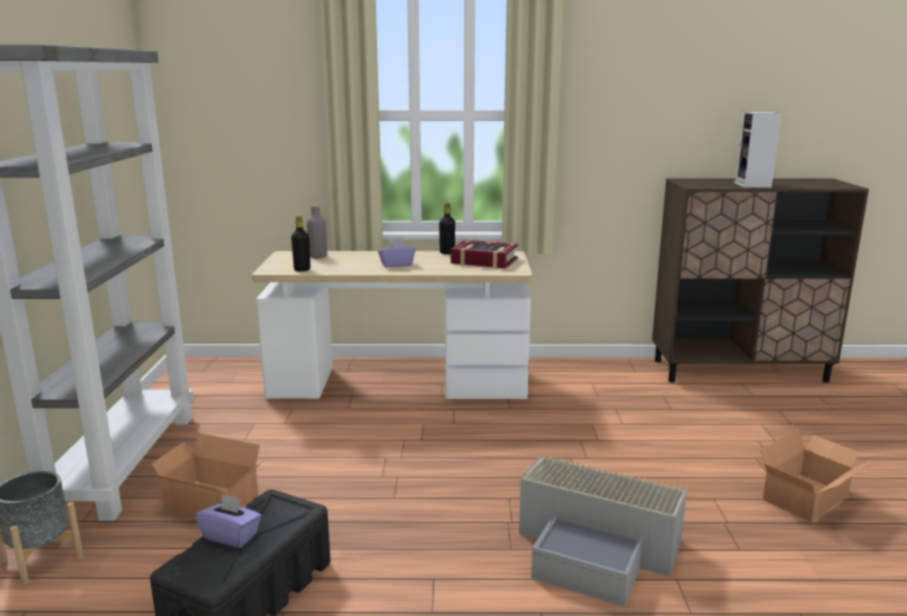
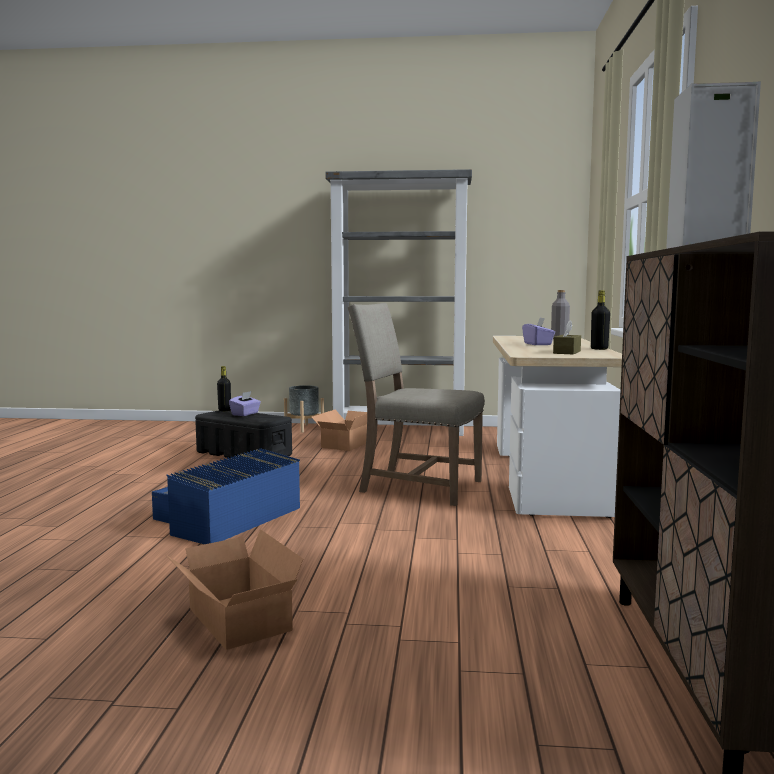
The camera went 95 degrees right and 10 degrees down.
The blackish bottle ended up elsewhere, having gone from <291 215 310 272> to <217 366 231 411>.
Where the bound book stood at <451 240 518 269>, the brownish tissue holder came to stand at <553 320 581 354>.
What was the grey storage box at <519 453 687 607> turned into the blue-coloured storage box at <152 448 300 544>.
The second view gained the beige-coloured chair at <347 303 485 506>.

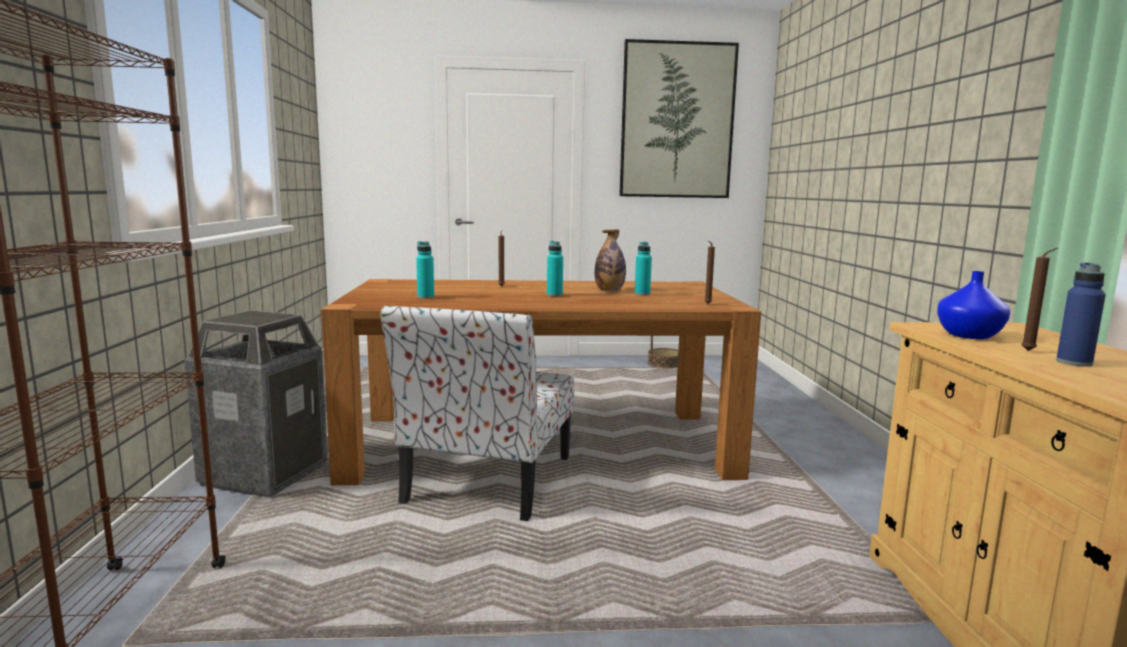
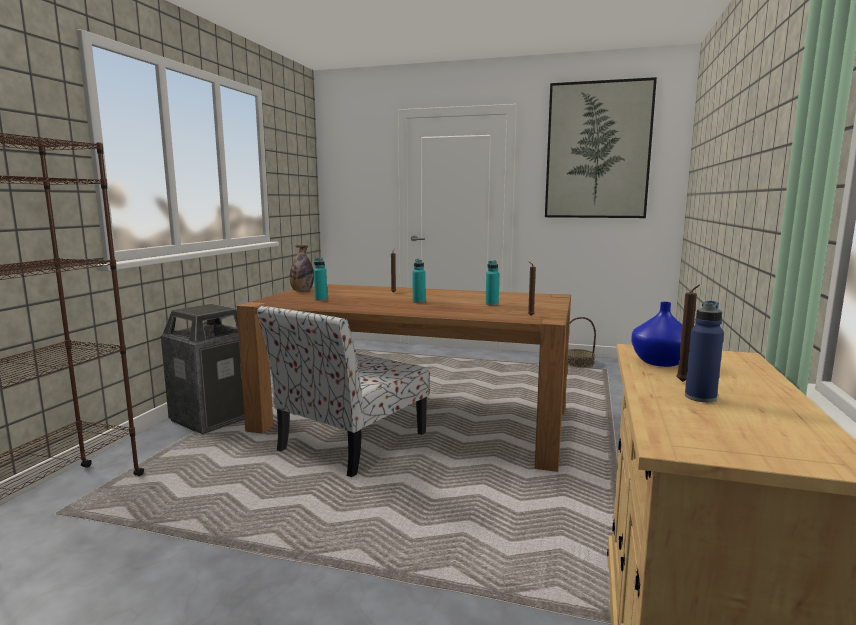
The camera went 20 degrees right and 0 degrees up.
The bottle ended up elsewhere, having gone from <595 229 626 291> to <290 245 314 291>.

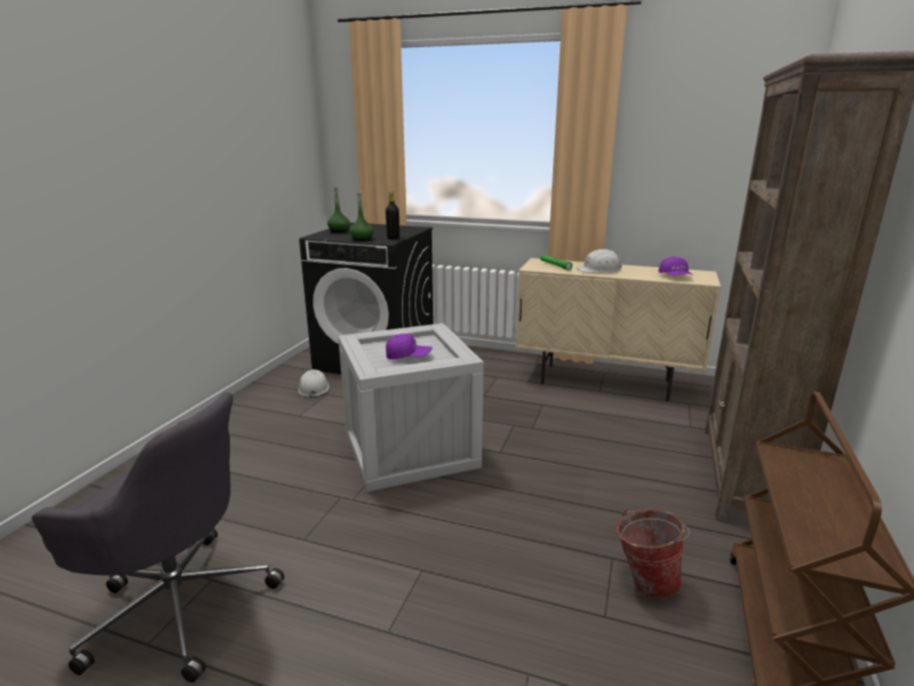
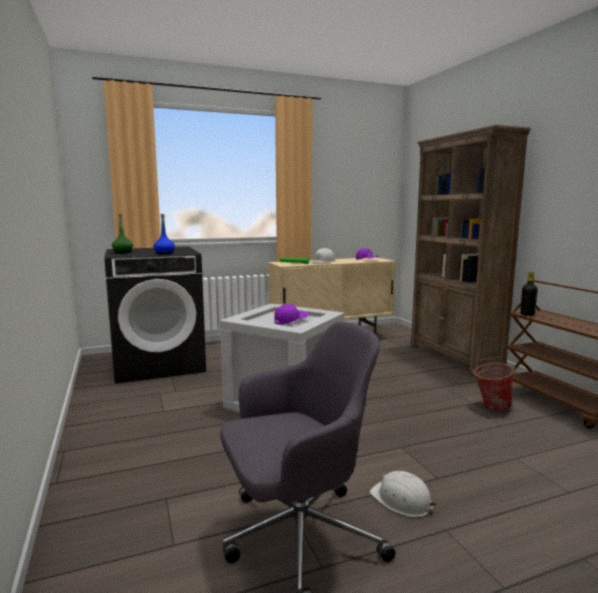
The camera went 40 degrees left and 10 degrees down.
The white-coloured hard hat ended up elsewhere, having gone from <298 369 329 398> to <370 471 437 517>.
What was the greenish bottle at <350 192 374 241> turned into the blue-coloured bottle at <154 214 175 254>.
The blackish bottle ended up elsewhere, having gone from <385 191 400 239> to <520 272 538 316>.

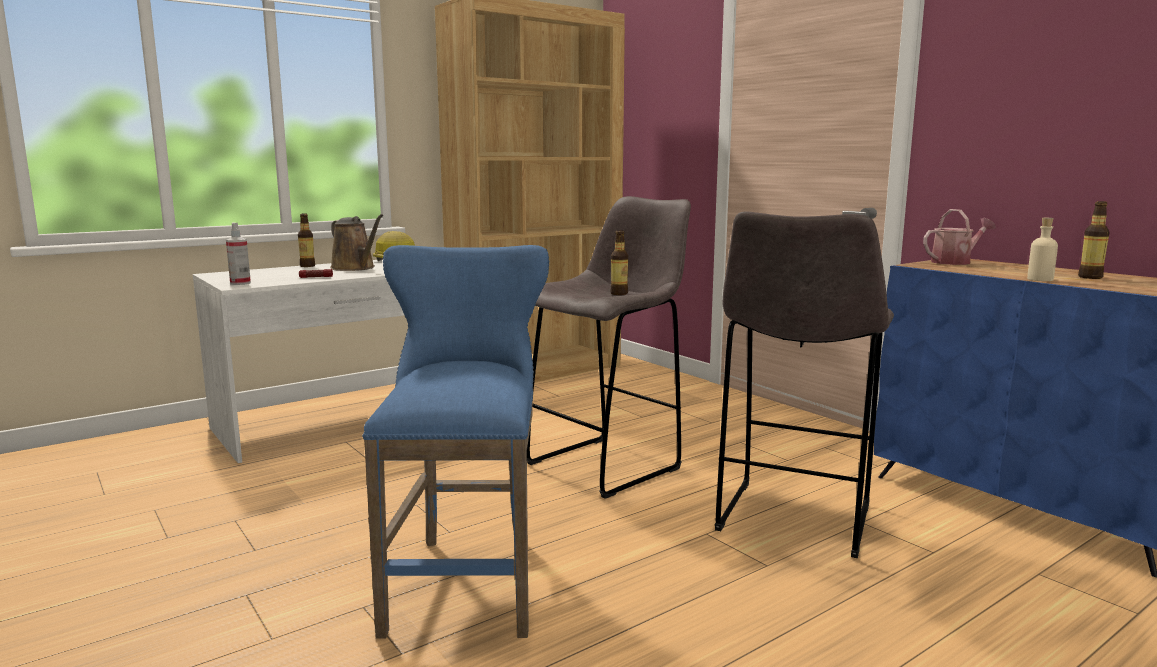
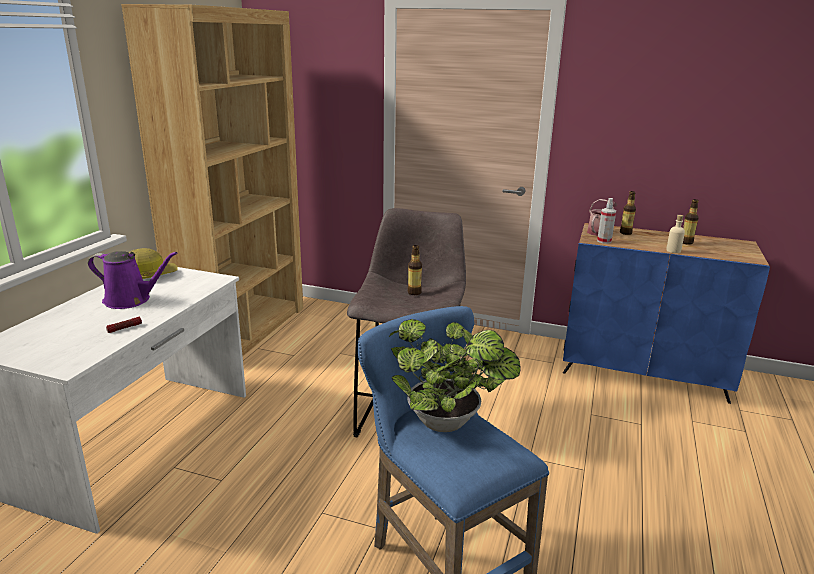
The camera went 35 degrees left and 10 degrees up.
The spray bottle ended up elsewhere, having gone from <226 222 251 285> to <597 198 616 244>.
The bottle ended up elsewhere, having gone from <298 214 315 267> to <620 191 636 235>.
What was the brownish watering pot at <330 214 383 271> turned into the purple watering pot at <88 251 177 309>.
The second view lost the grey stool at <715 211 894 558>.
The second view gained the plant in a pot at <389 319 521 432>.

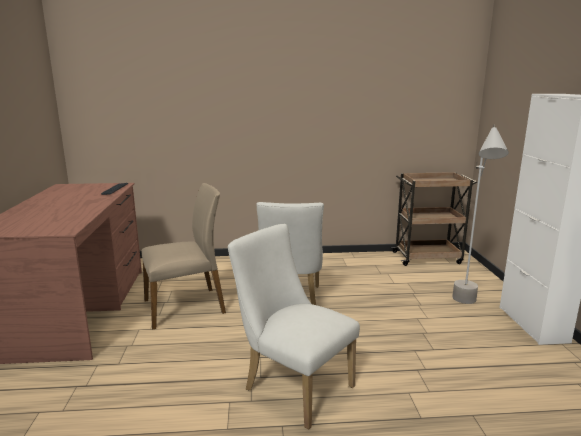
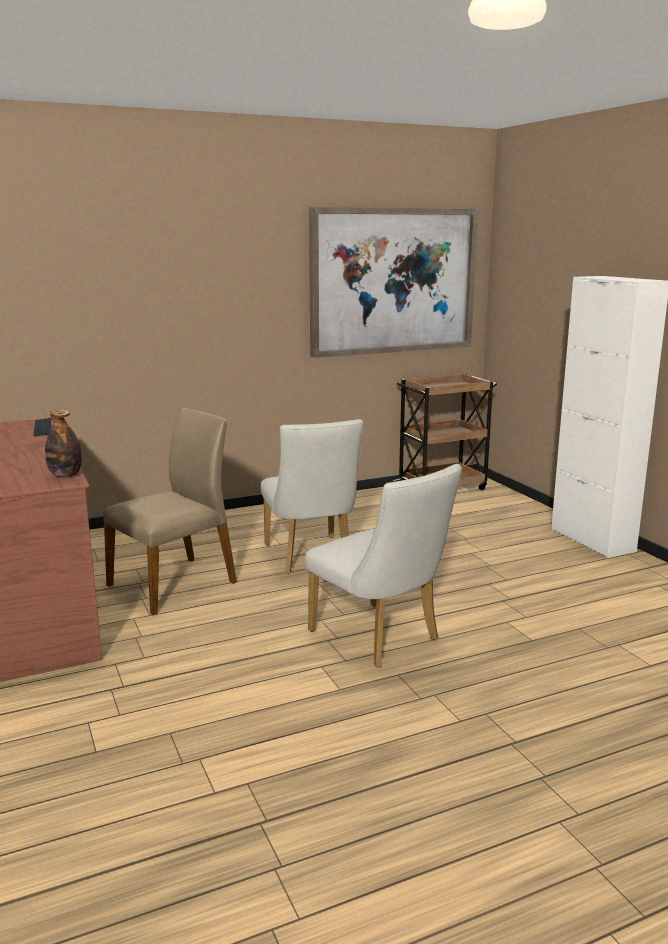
The camera went 20 degrees left and 0 degrees up.
The white-coloured chair at <228 224 360 430> ended up facing another way, 150 degrees counterclockwise from before.
The second view lost the grey floor lamp at <452 125 509 304>.
The second view gained the bottle at <45 409 82 478>.
The second view gained the wall picture at <309 207 478 358>.

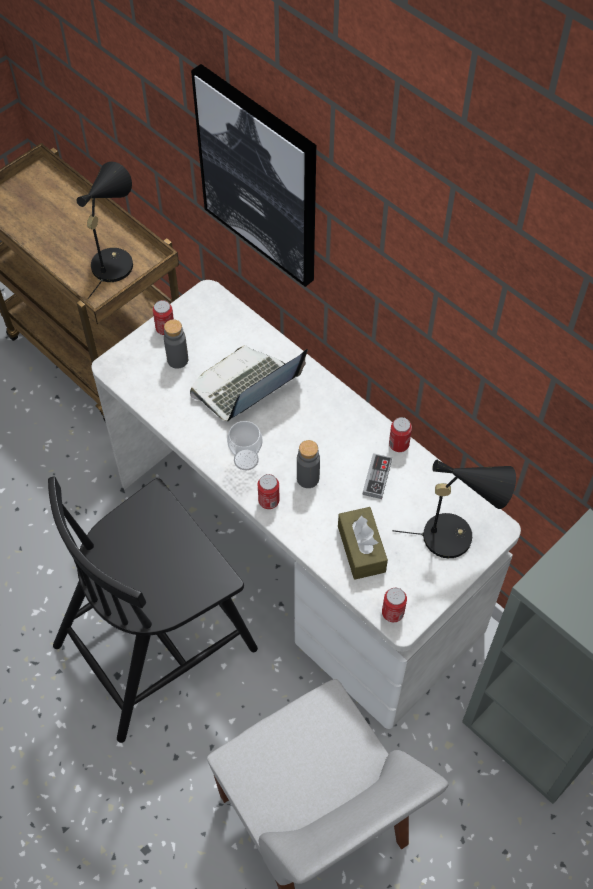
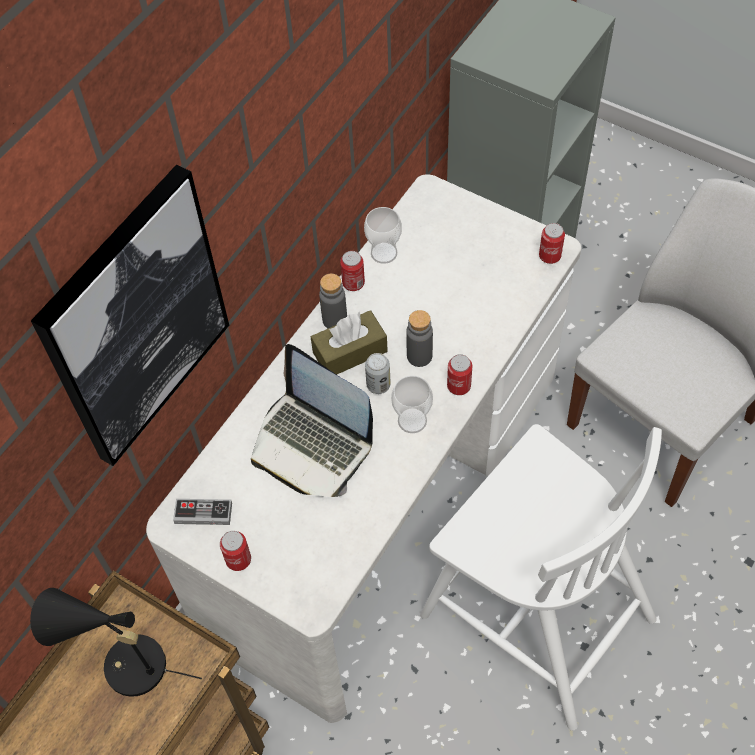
The camera went 100 degrees left and 0 degrees up.
What was the blackish chair at <48 476 258 743> turned into the white-coloured chair at <420 424 662 731>.
The grey bottle ended up elsewhere, having gone from <164 319 188 369> to <319 274 347 328>.
The brownish tissue holder ended up elsewhere, having gone from <338 507 388 580> to <311 310 388 375>.
The joypad ended up elsewhere, having gone from <362 453 392 499> to <173 499 232 525>.
The second view lost the blackish lamp for a table at <392 460 516 558>.
The second view gained the small cup at <364 207 402 264>.
The second view gained the metal can at <365 353 390 394>.

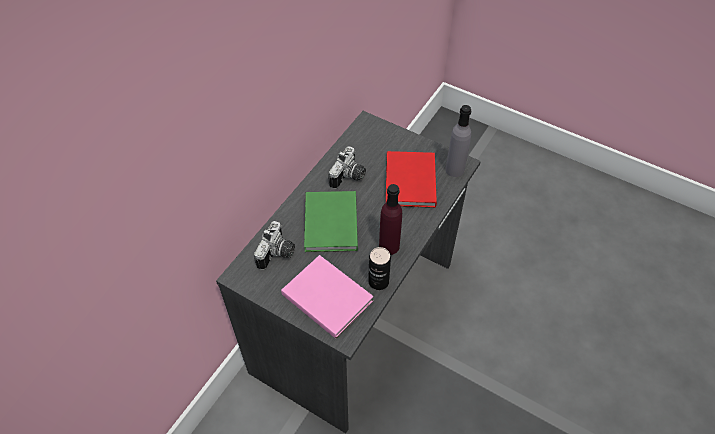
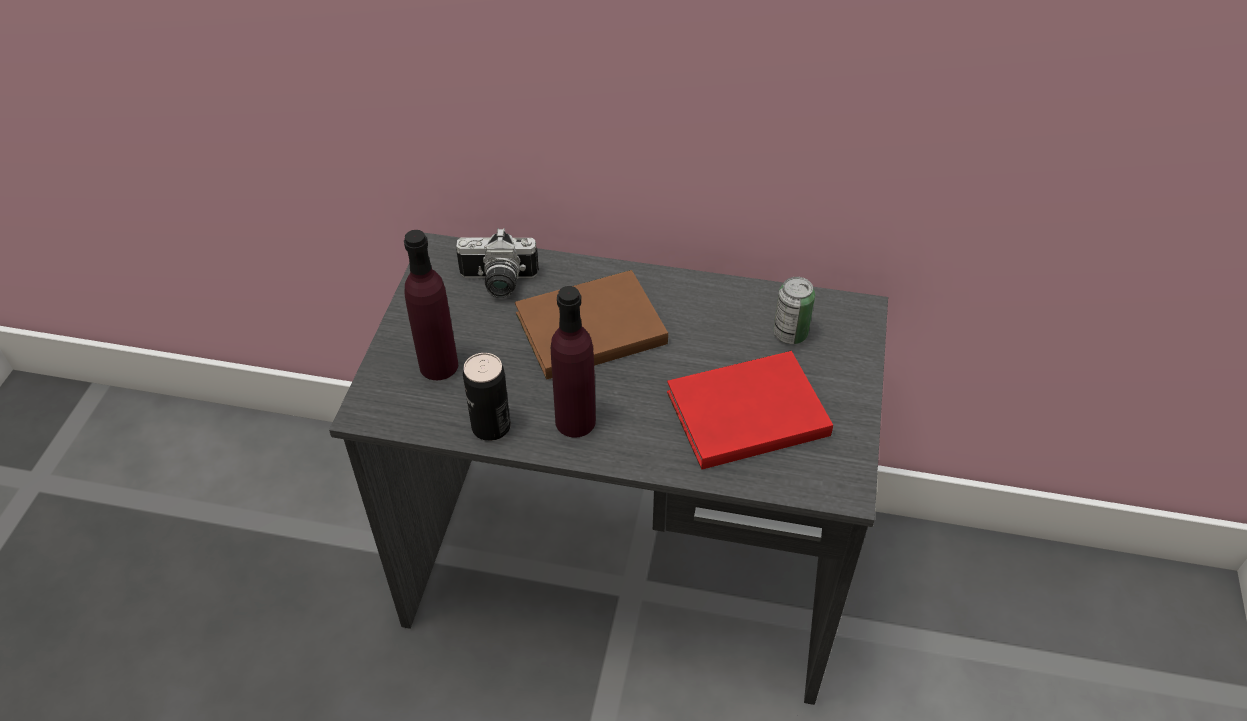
The camera went 70 degrees right and 5 degrees down.
Where the pink bound book stood at <281 255 374 339>, the purple bottle came to stand at <404 230 458 380>.
What was the greenish bound book at <304 191 358 252> turned into the brownish bound book at <515 270 668 380>.
The second view lost the still camera at <328 146 366 189>.
The second view lost the grey bottle at <445 105 471 177>.
The second view gained the metal can at <773 277 815 344>.

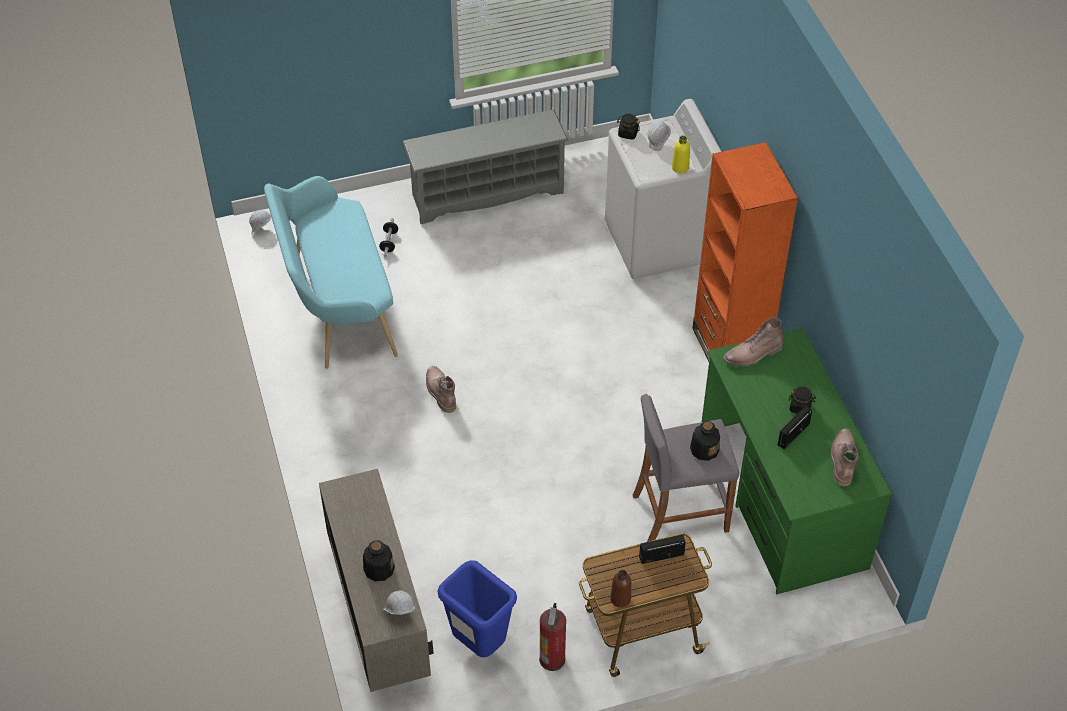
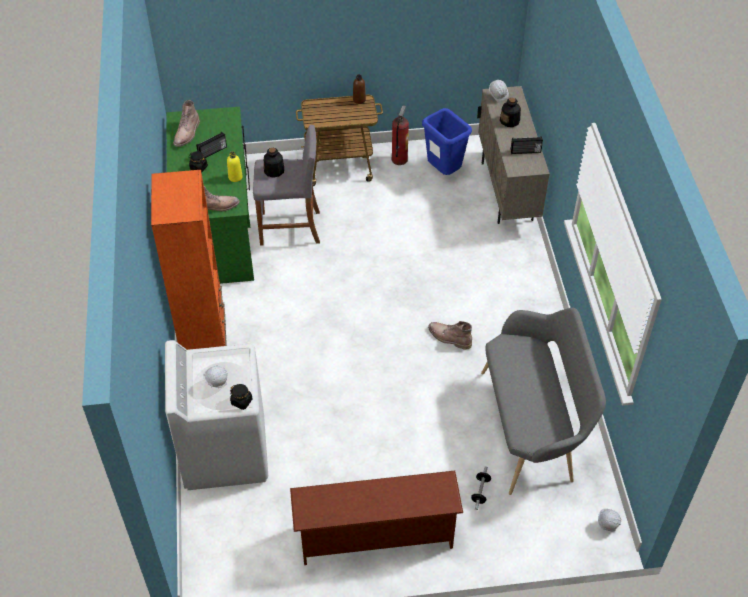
The camera went 170 degrees left and 0 degrees up.
What was the turquoise-coloured bench at <264 176 398 369> turned into the grey bench at <481 308 606 495>.
What was the grey shoe rack at <402 110 569 224> turned into the brownish shoe rack at <290 471 463 565>.
The brownish high-top boot at <426 366 456 413> ended up facing another way, 135 degrees clockwise from before.
The radio receiver ended up elsewhere, having gone from <639 535 686 564> to <511 136 543 154>.
The yellowish bottle ended up elsewhere, having gone from <672 136 690 173> to <227 151 243 182>.

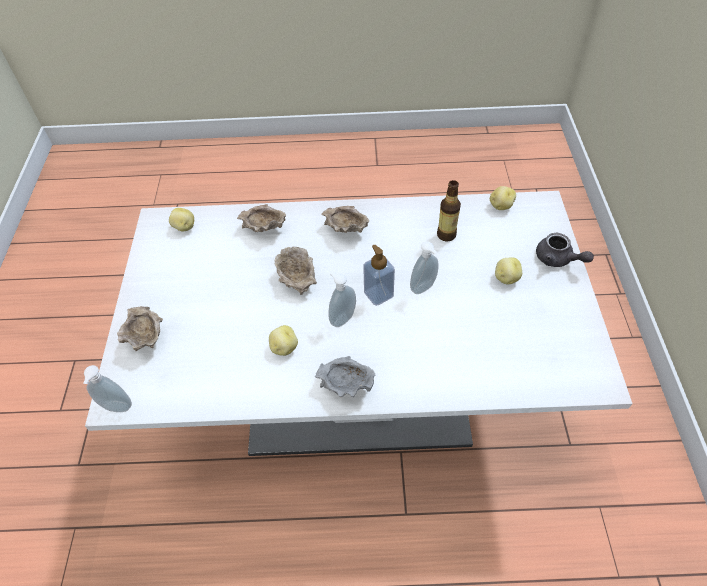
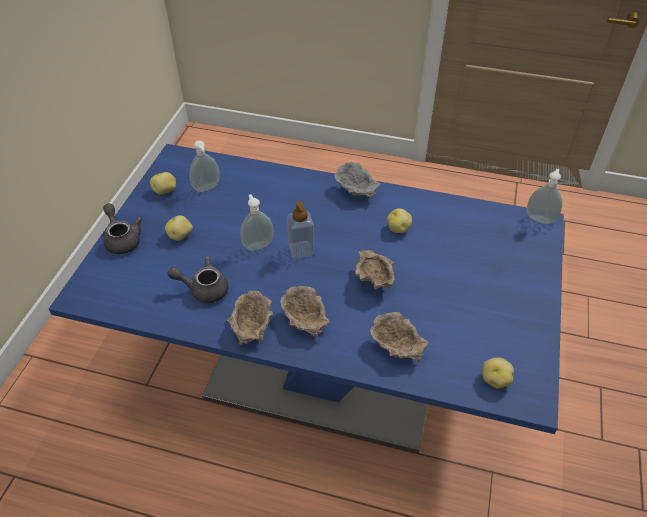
The camera went 165 degrees left and 5 degrees down.
What was the white-coloured dining table at <85 191 633 456> turned into the blue-coloured dining table at <49 144 564 453>.
The beige-coloured serving bowl ended up elsewhere, having gone from <117 306 163 351> to <227 290 273 345>.
The soap dispenser ended up elsewhere, having gone from <329 272 356 327> to <189 141 220 192>.
Where the bottle stood at <437 180 461 242>, the grey teapot came to stand at <168 256 229 303>.
The potato ended up elsewhere, having gone from <490 186 516 210> to <150 172 176 195>.

